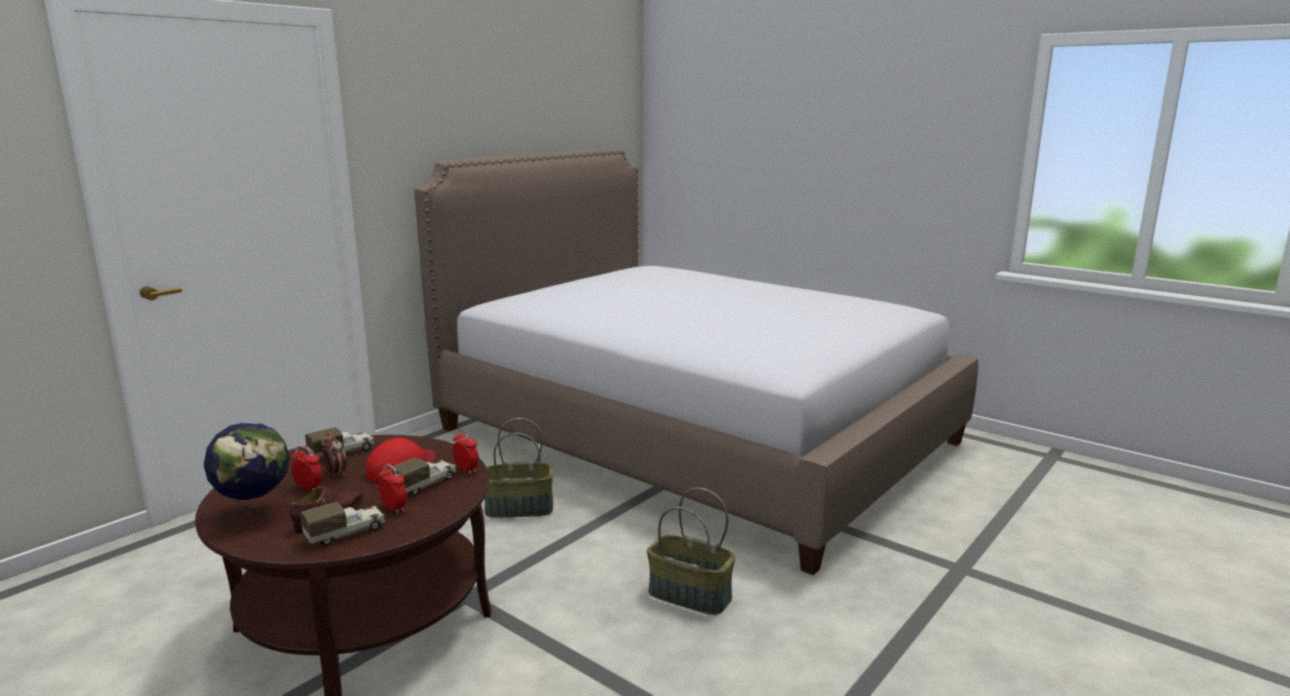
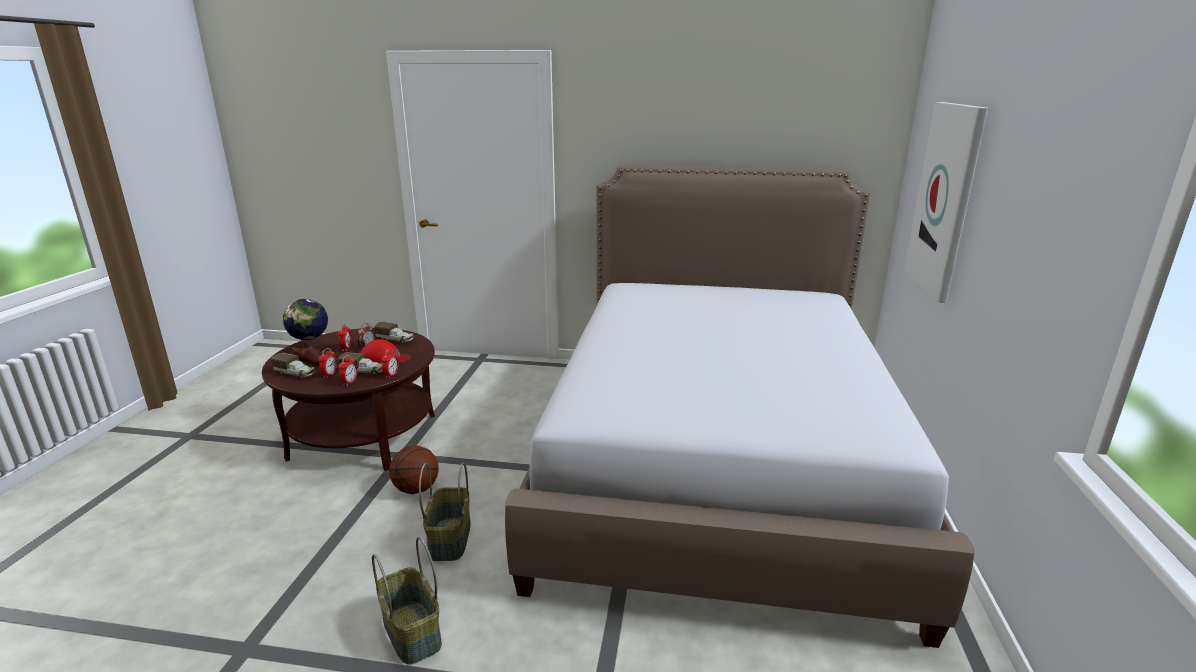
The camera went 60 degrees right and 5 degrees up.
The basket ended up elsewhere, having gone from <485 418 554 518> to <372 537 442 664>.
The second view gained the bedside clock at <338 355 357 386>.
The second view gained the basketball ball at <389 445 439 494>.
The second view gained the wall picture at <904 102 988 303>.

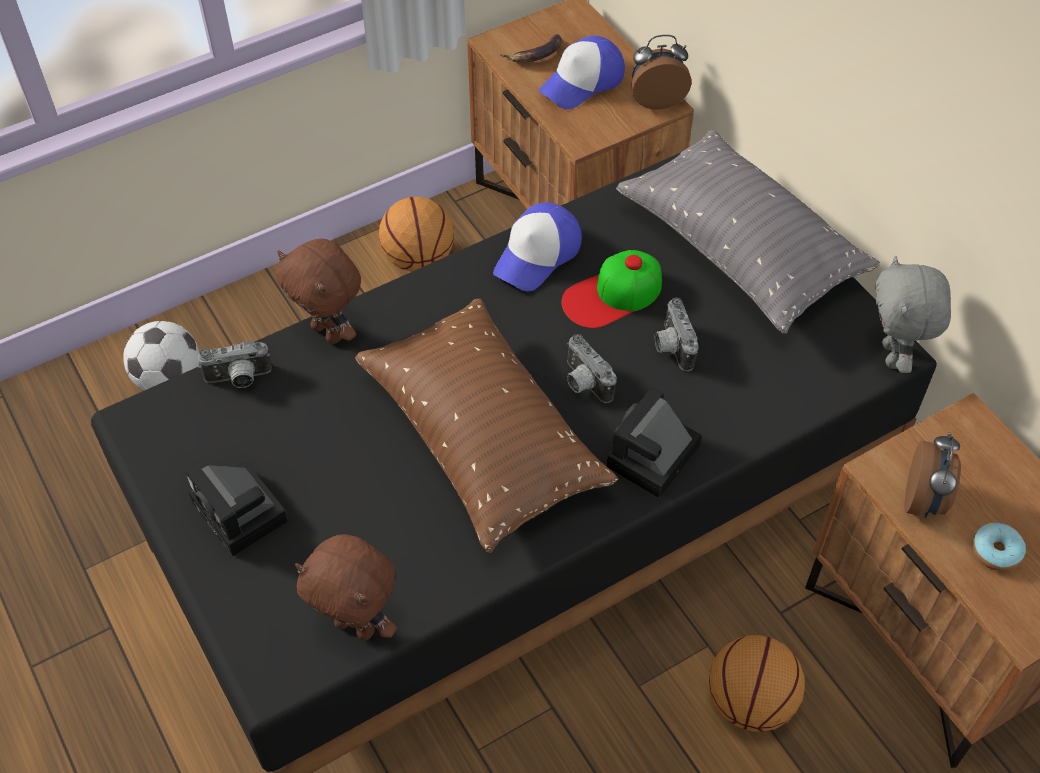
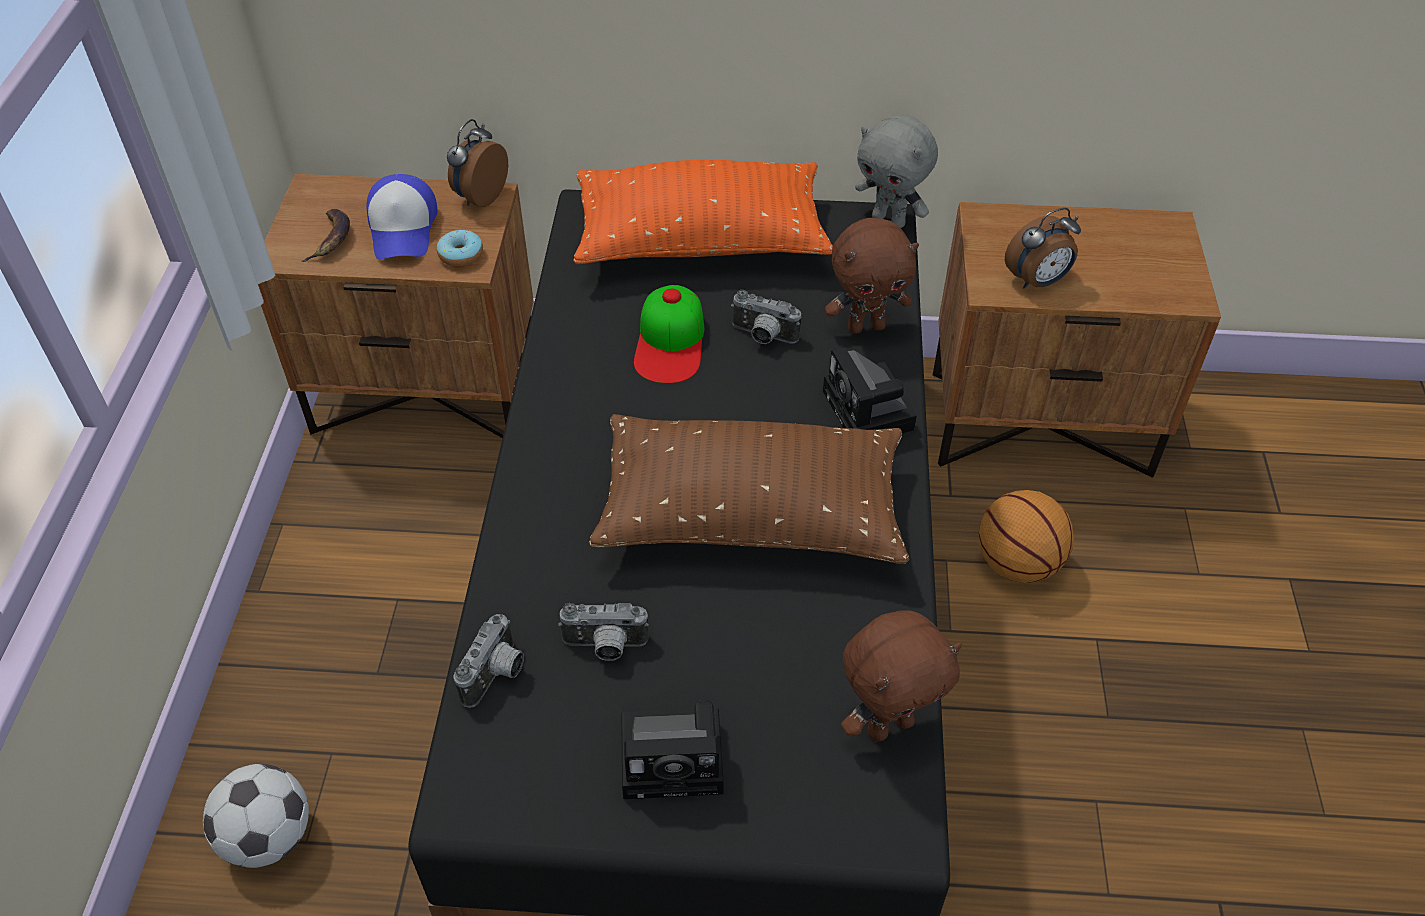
The camera went 55 degrees left and 5 degrees down.
The brownish cuddly toy ended up elsewhere, having gone from <276 239 361 344> to <825 218 919 334>.
The second view lost the basketball ball at <379 197 454 272>.
The second view lost the baseball cap at <493 203 582 291>.
The still camera ended up elsewhere, having gone from <567 334 617 403> to <558 603 649 661>.
What was the grey pillow at <616 130 880 334> turned into the orange pillow at <573 160 833 264>.
The bedside clock at <905 432 961 518> ended up facing another way, 105 degrees clockwise from before.
The doughnut ended up elsewhere, having gone from <972 523 1026 571> to <437 230 483 267>.

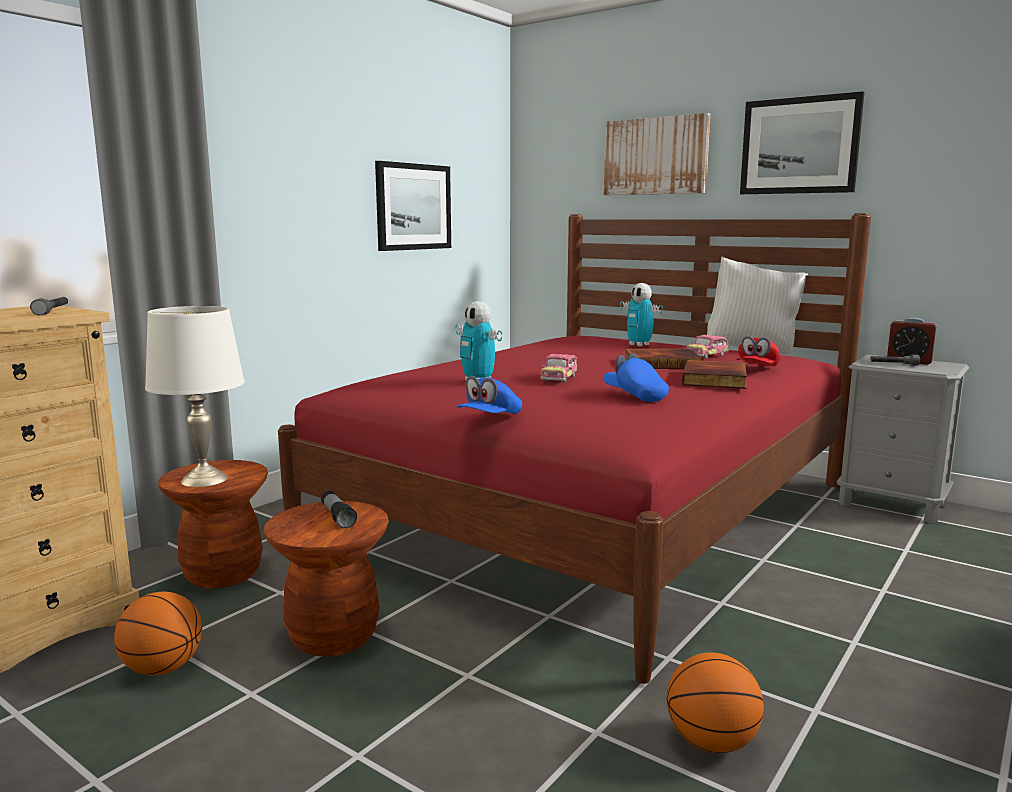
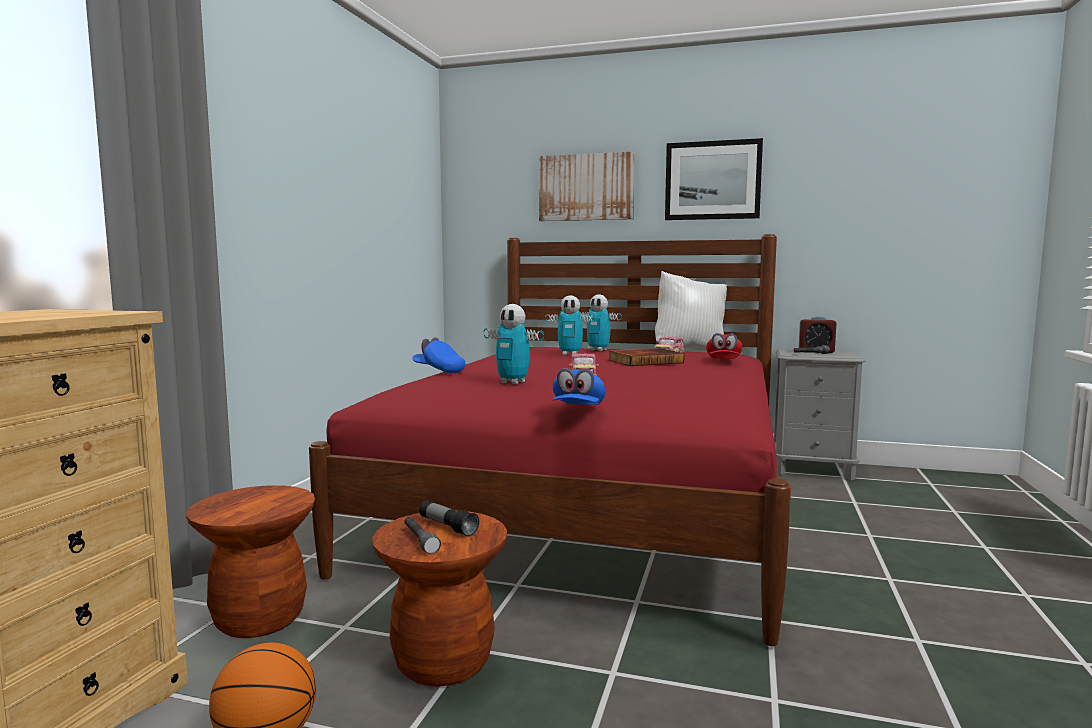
The camera went 20 degrees left and 5 degrees down.
The grey flashlight ended up elsewhere, having gone from <30 297 68 315> to <404 517 441 554>.
The second view lost the white-coloured lamp for a table at <145 306 245 487>.
The second view lost the wall picture at <375 161 451 251>.
The blue-coloured baseball cap ended up elsewhere, having gone from <603 353 669 402> to <412 337 465 373>.
The second view lost the basketball ball at <667 653 764 753>.
The second view lost the bound book at <682 360 747 389>.
The second view gained the model robot at <545 295 596 355>.

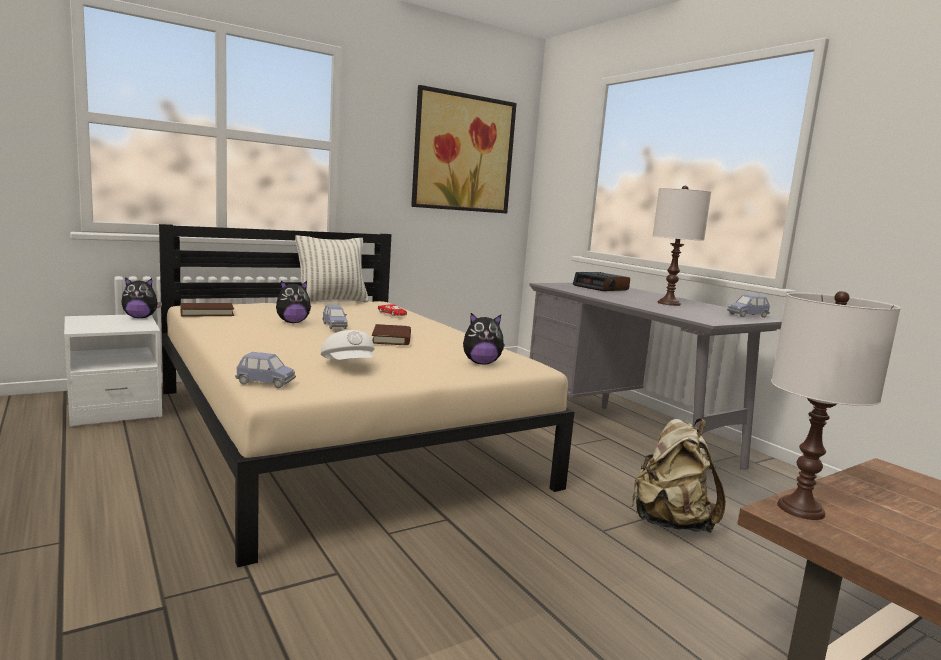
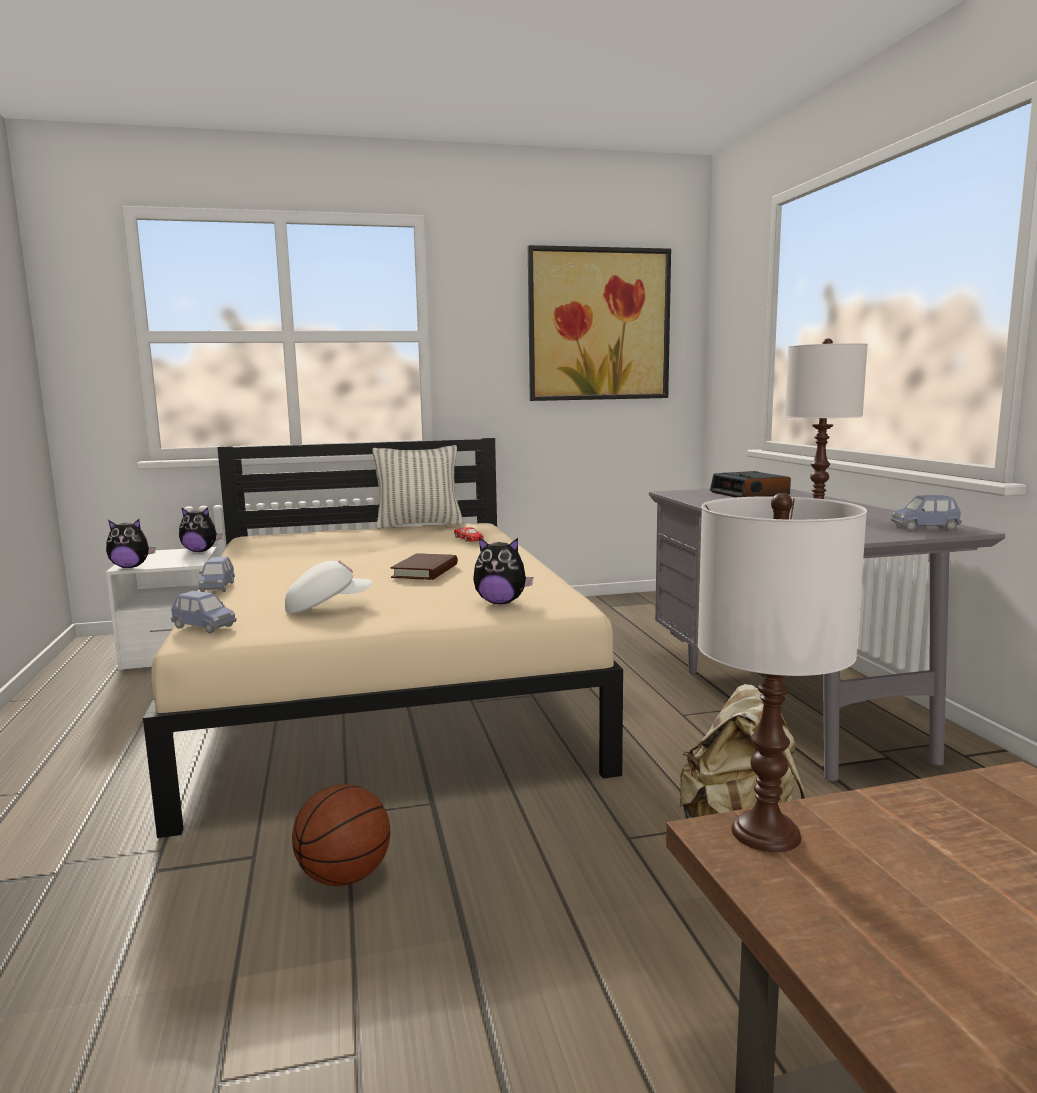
The camera went 20 degrees right and 0 degrees up.
The second view lost the brownish bound book at <180 303 234 317>.
The cuddly toy ended up elsewhere, having gone from <276 281 311 323> to <106 519 156 568>.
The white-coloured baseball cap at <321 330 375 360> ended up facing another way, 105 degrees counterclockwise from before.
The blue-coloured model car ended up elsewhere, having gone from <323 305 348 329> to <199 557 235 592>.
The second view gained the basketball ball at <292 784 390 886>.

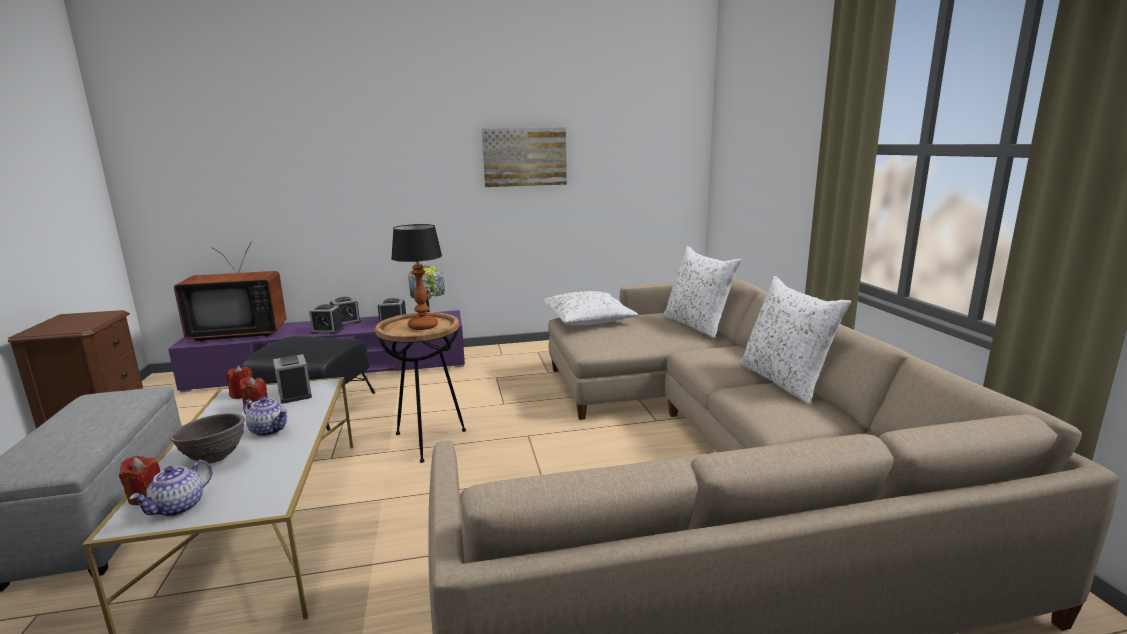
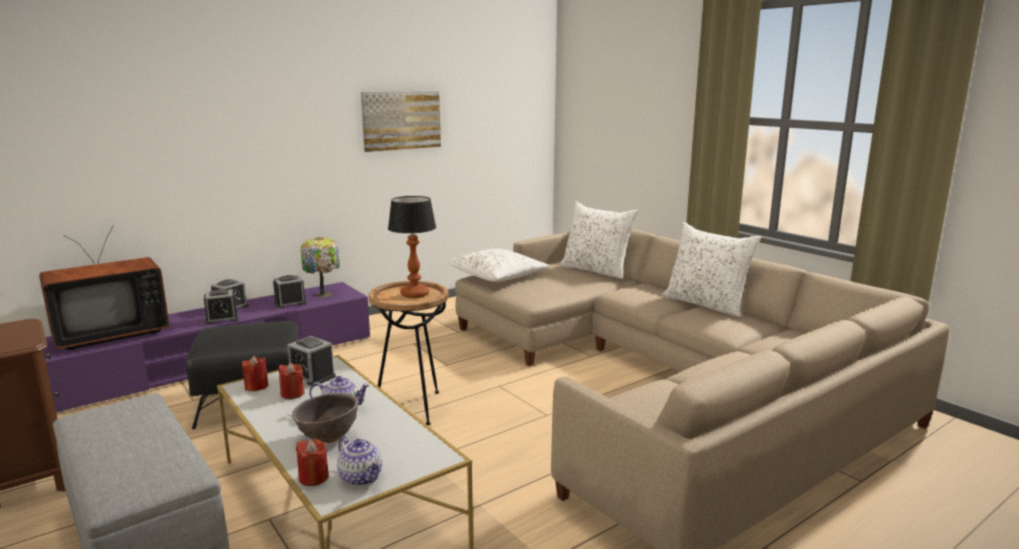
The camera went 25 degrees left and 0 degrees up.
The teapot at <129 460 212 517> ended up facing another way, 45 degrees counterclockwise from before.

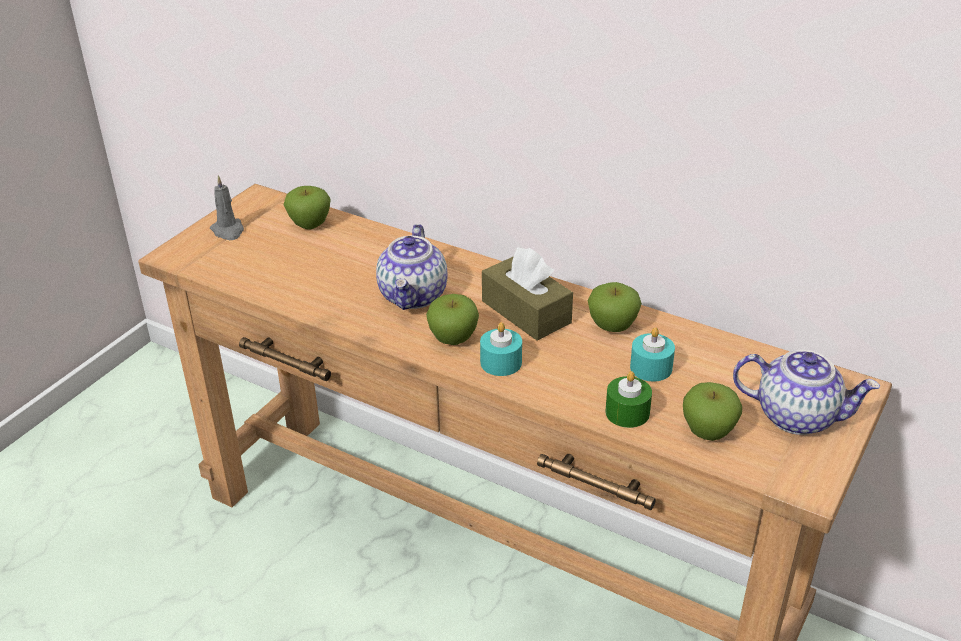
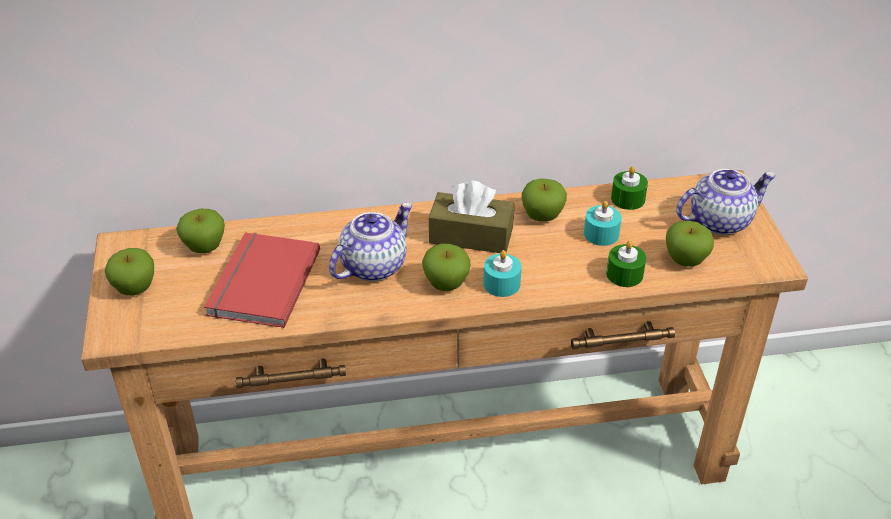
The camera went 40 degrees left and 5 degrees up.
Where the grey wax light stood at <210 175 244 240>, the apple came to stand at <105 248 154 296>.
The teapot at <376 224 448 310> ended up facing another way, 105 degrees counterclockwise from before.
The second view gained the red-coloured bound book at <204 232 320 328>.
The second view gained the greenish wax light at <611 166 648 210>.

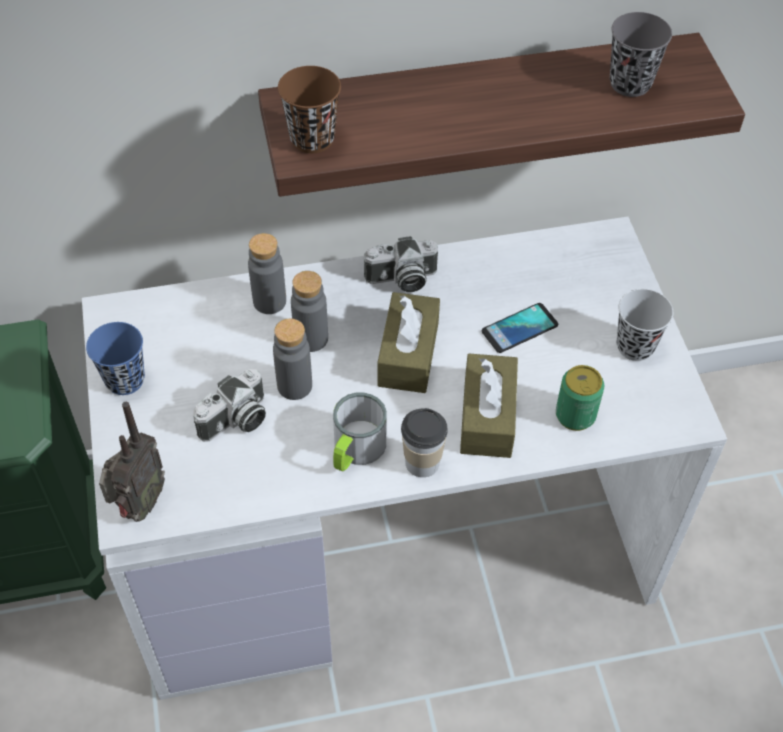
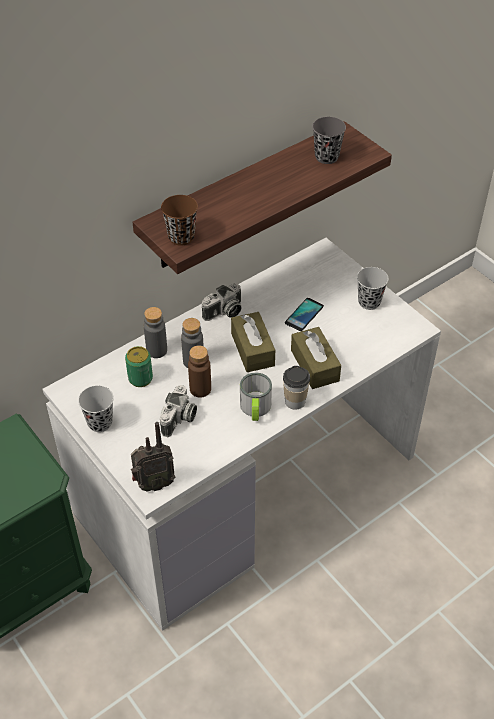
The camera went 25 degrees left and 5 degrees down.
What was the blue-coloured small cup at <86 322 145 395> turned into the blackish small cup at <78 385 114 432>.
The radio receiver at <99 402 165 522> ended up facing another way, 75 degrees clockwise from before.
What was the grey bottle at <273 318 312 400> turned into the brownish bottle at <188 346 211 398>.
The metal can ended up elsewhere, having gone from <556 365 604 431> to <125 346 153 387>.

